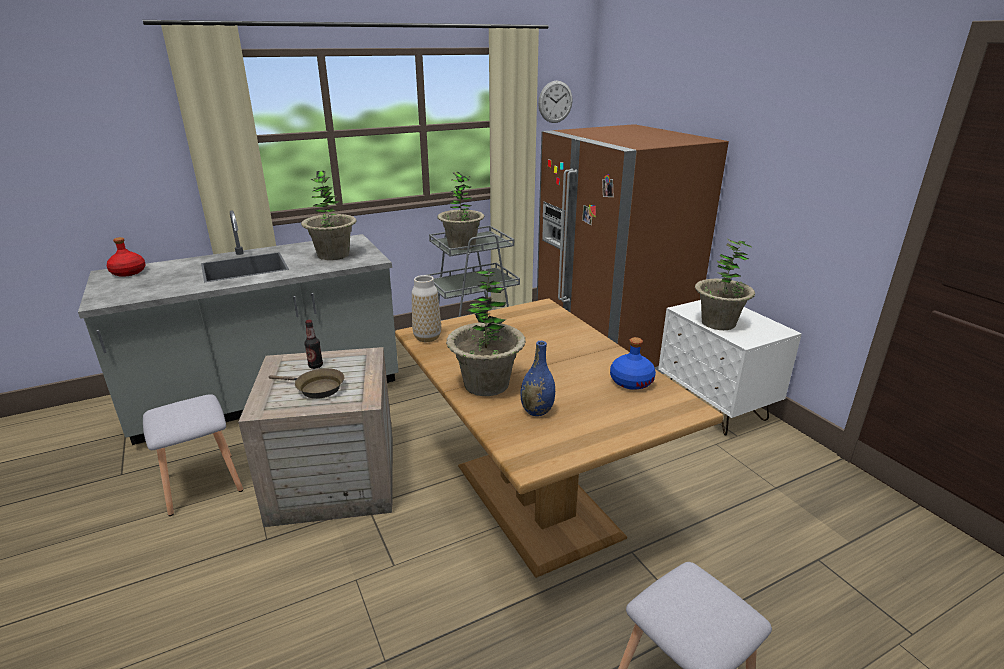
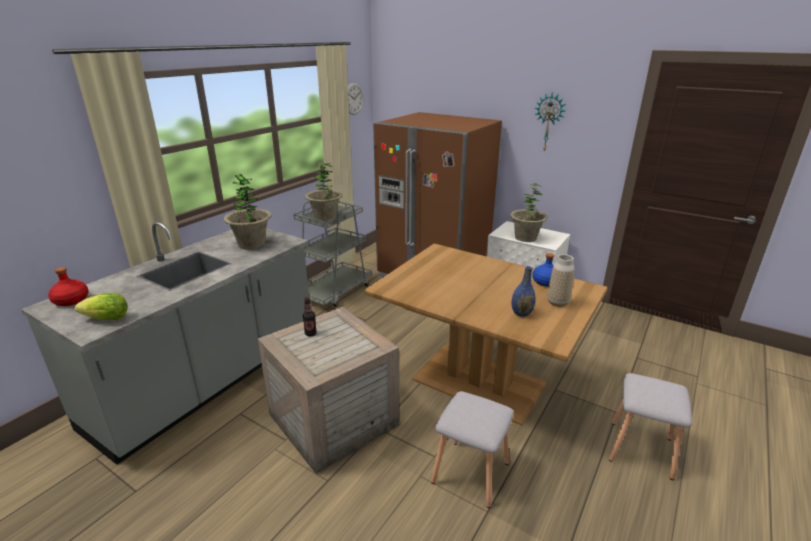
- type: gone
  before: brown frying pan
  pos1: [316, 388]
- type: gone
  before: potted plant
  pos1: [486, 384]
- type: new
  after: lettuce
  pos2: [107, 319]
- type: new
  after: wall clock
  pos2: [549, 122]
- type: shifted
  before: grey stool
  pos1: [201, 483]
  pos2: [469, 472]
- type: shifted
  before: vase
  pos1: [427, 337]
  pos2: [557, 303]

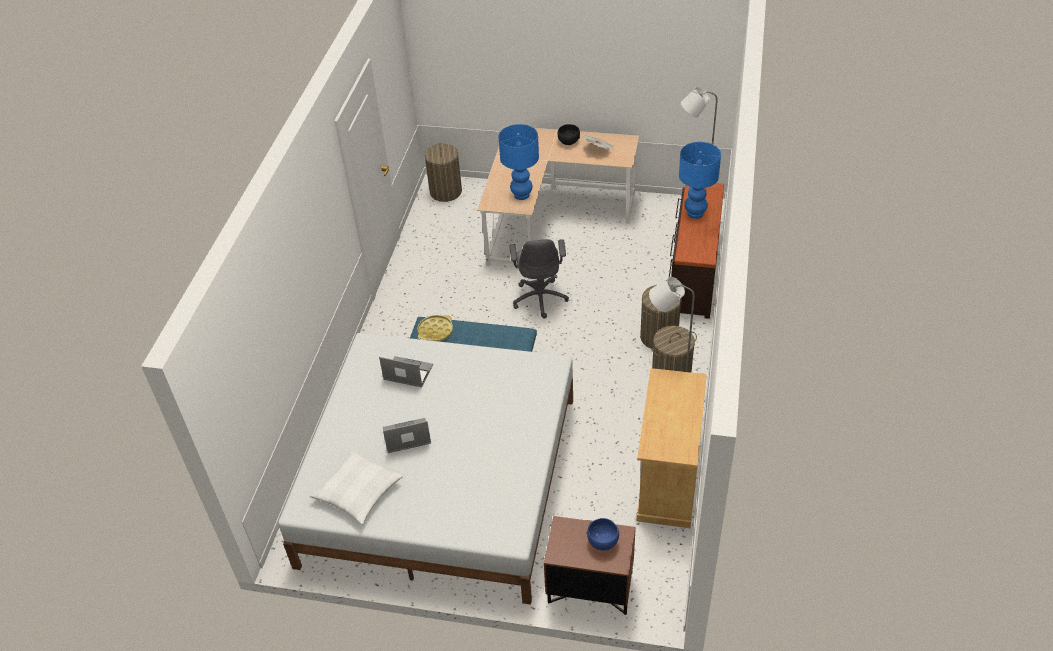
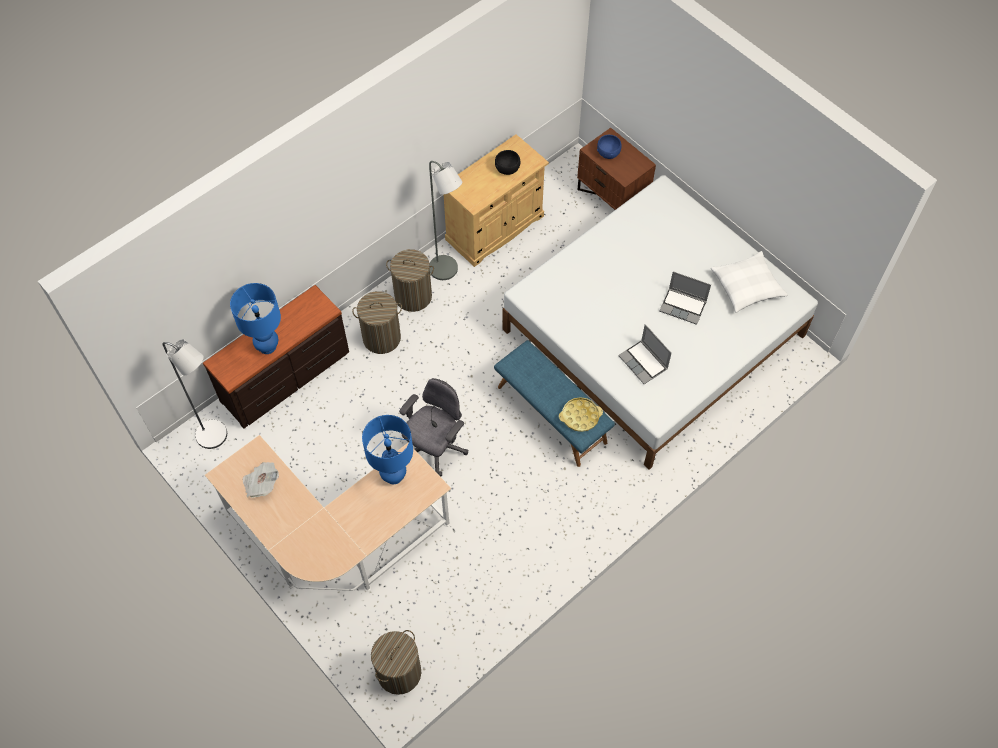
- type: shifted
  before: black bowl
  pos1: [568, 142]
  pos2: [507, 169]

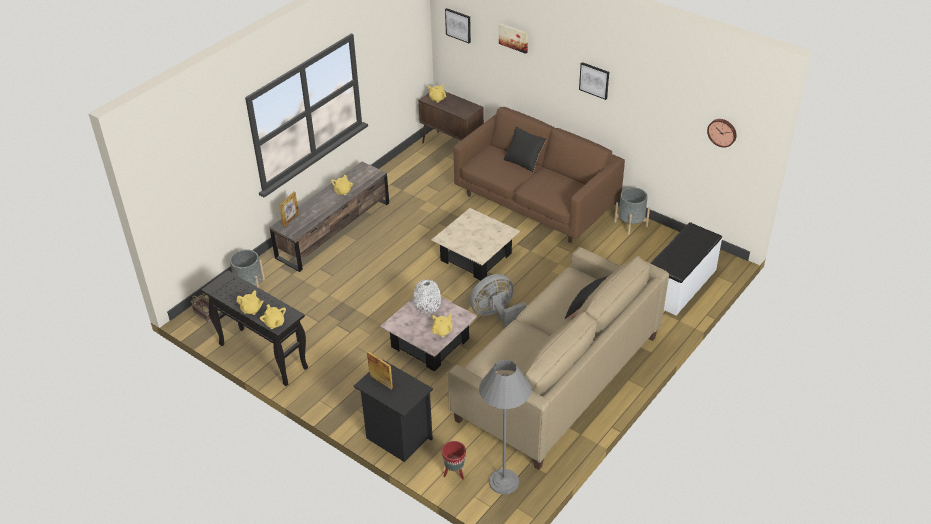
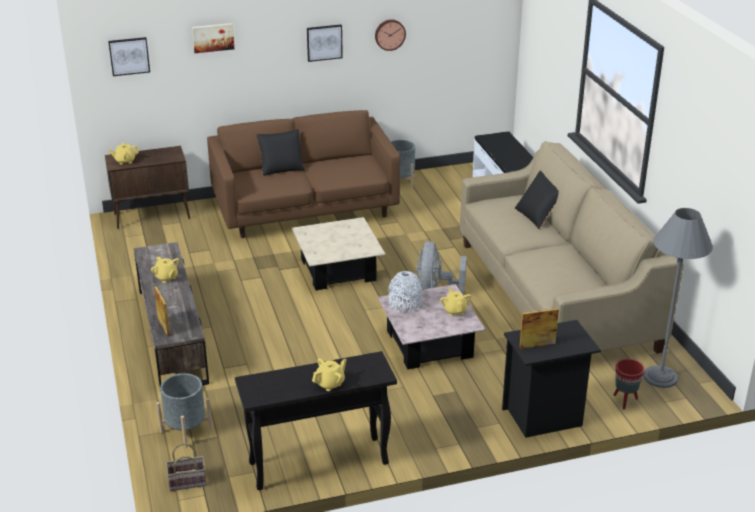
- type: gone
  before: yellow teapot
  pos1: [274, 323]
- type: shifted
  before: wall clock
  pos1: [722, 132]
  pos2: [389, 34]

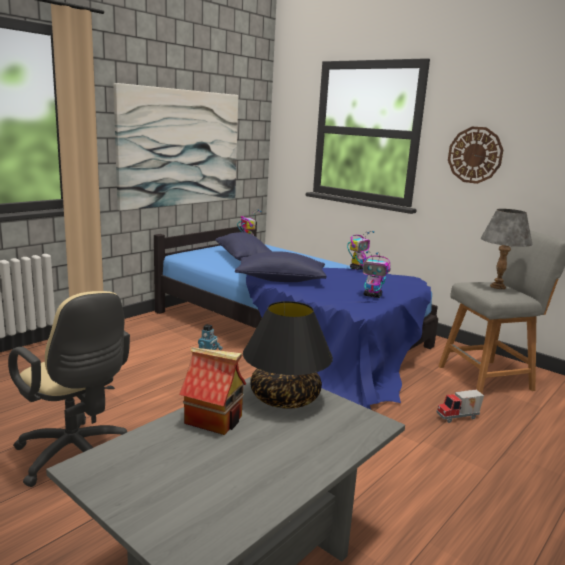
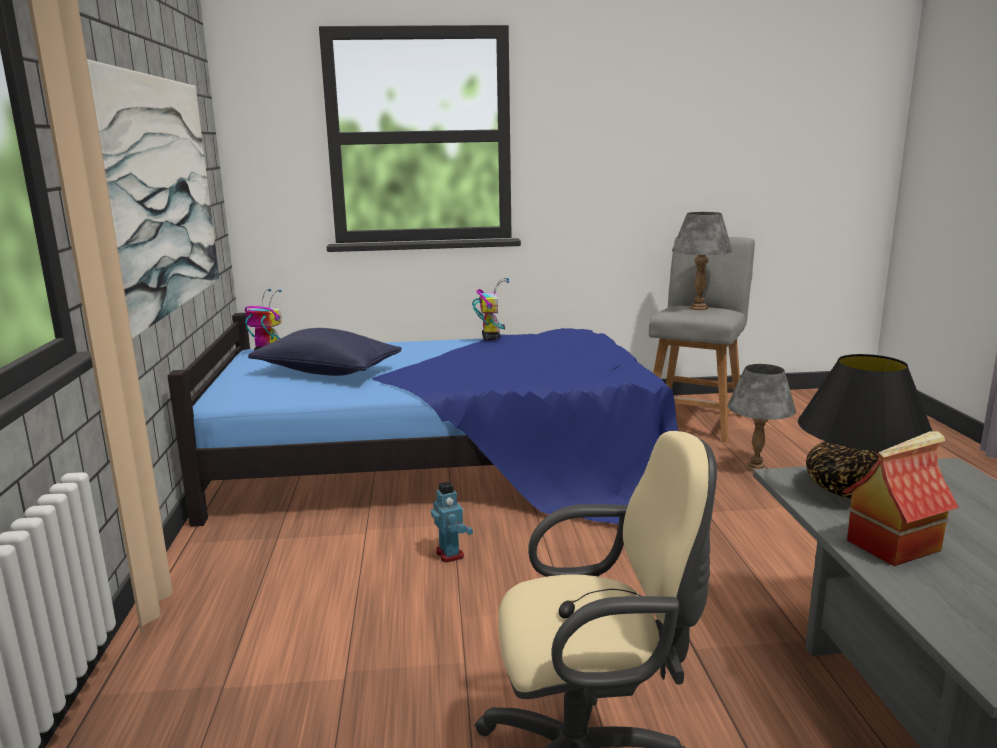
- type: gone
  before: blue pillow
  pos1: [281, 280]
- type: gone
  before: toy robot
  pos1: [373, 296]
- type: gone
  before: wall clock
  pos1: [475, 155]
- type: swapped
  before: toy truck
  after: grey table lamp
  pos1: [458, 418]
  pos2: [756, 467]

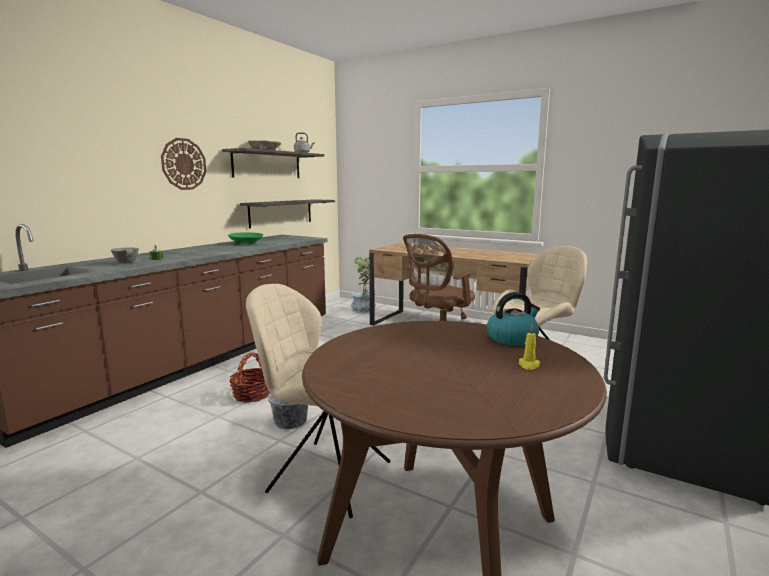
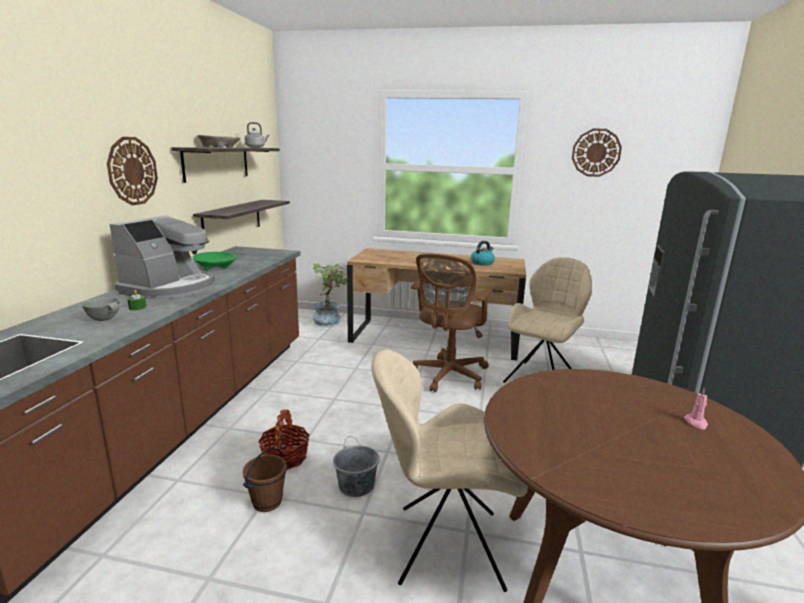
- type: new
  after: coffee machine
  pos2: [170, 288]
- type: new
  after: brown bucket
  pos2: [267, 502]
- type: new
  after: wall clock
  pos2: [596, 152]
- type: shifted
  before: kettle
  pos1: [512, 338]
  pos2: [482, 263]
- type: repainted
  before: yellow candle
  after: pink candle
  pos1: [529, 365]
  pos2: [696, 423]

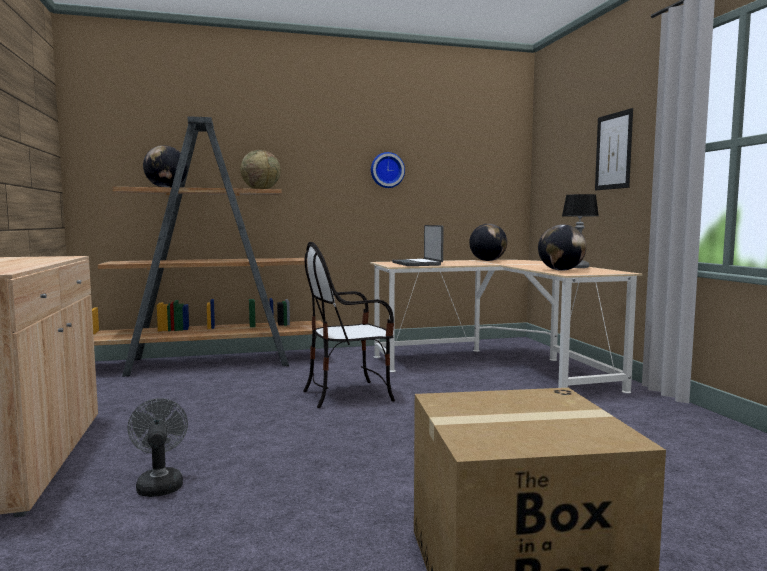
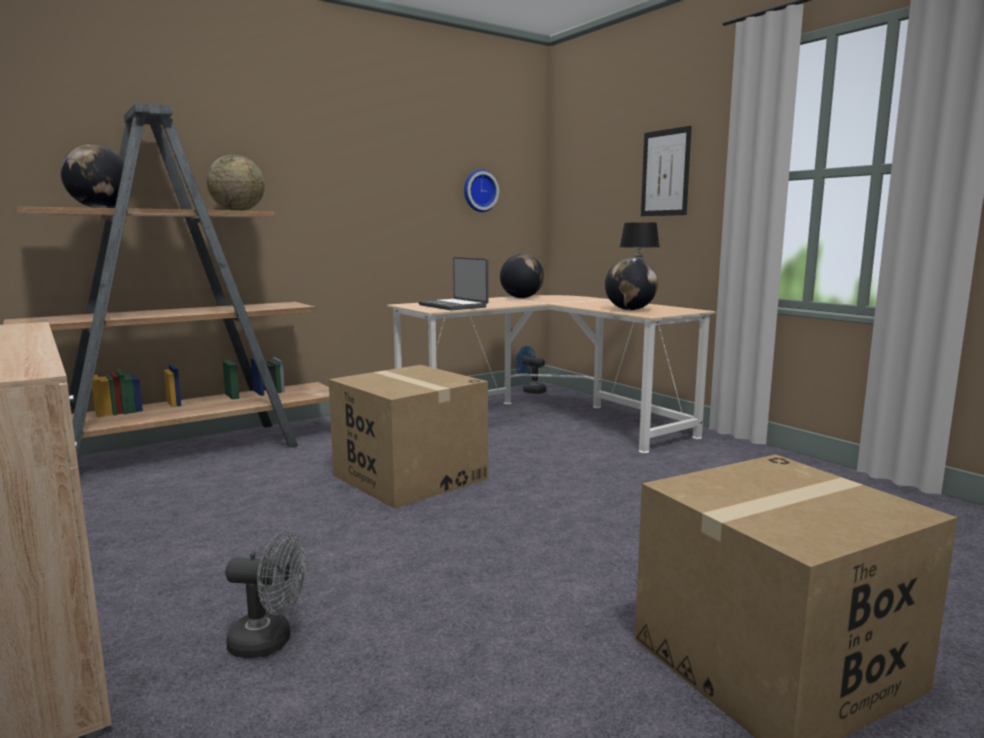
- type: new
  after: blue fan
  pos2: [530, 391]
- type: shifted
  before: wall clock
  pos1: [387, 170]
  pos2: [479, 191]
- type: swapped
  before: chair
  after: cardboard box
  pos1: [348, 394]
  pos2: [409, 477]
- type: rotated
  before: grey fan
  pos1: [159, 484]
  pos2: [270, 642]
  turn: 135

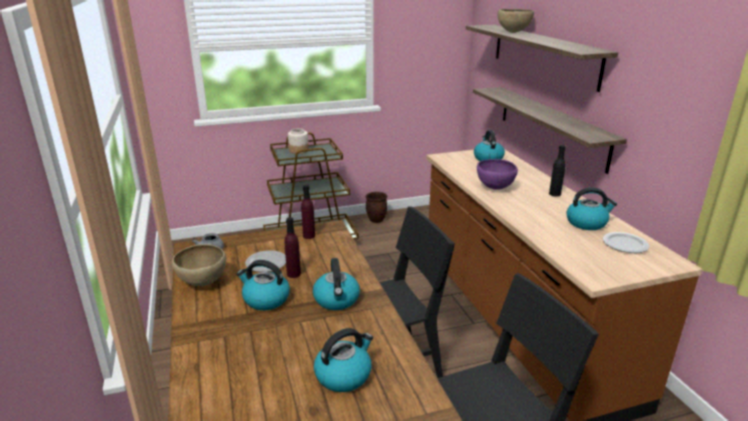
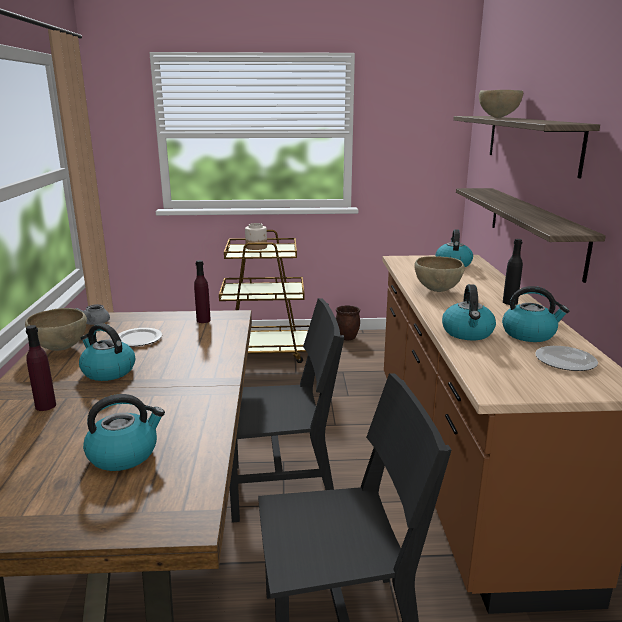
- type: shifted
  before: purple bottle
  pos1: [293, 274]
  pos2: [45, 406]
- type: shifted
  before: kettle
  pos1: [337, 300]
  pos2: [468, 333]
- type: repainted
  before: purple bowl
  after: brown bowl
  pos1: [494, 188]
  pos2: [437, 291]

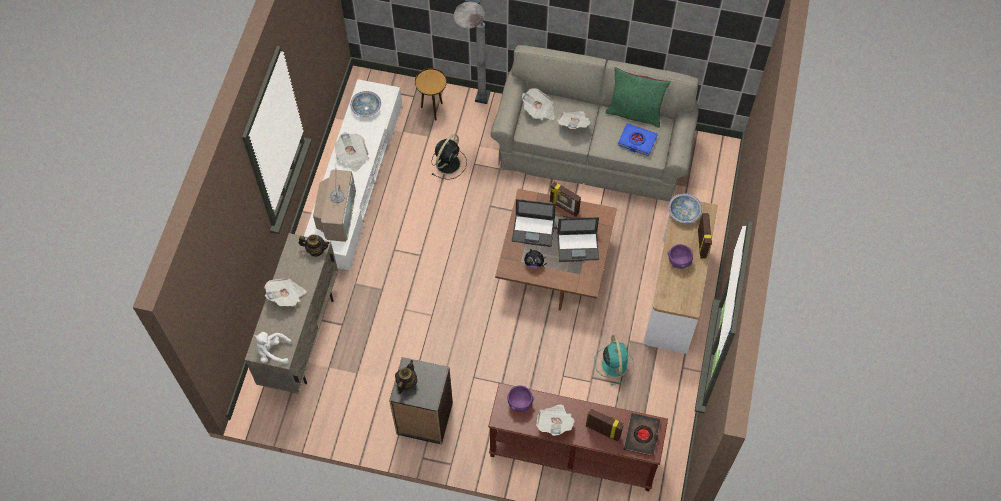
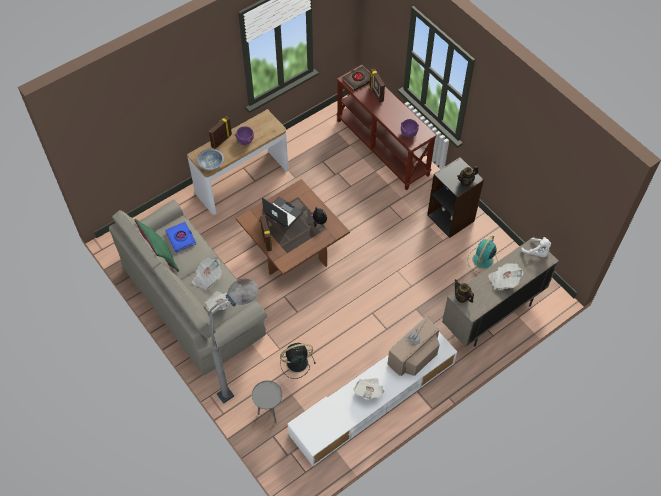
- type: gone
  before: bowl
  pos1: [366, 108]
- type: gone
  before: laptop
  pos1: [534, 230]
- type: gone
  before: newspaper
  pos1: [555, 423]
- type: shifted
  before: turquoise fan
  pos1: [614, 364]
  pos2: [482, 261]
- type: repainted
  before: brown side table
  after: grey side table
  pos1: [433, 110]
  pos2: [269, 413]

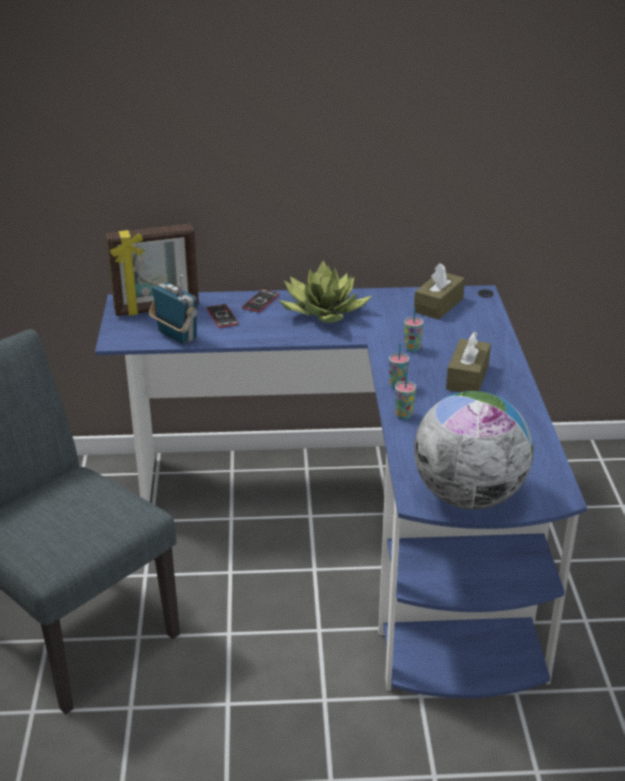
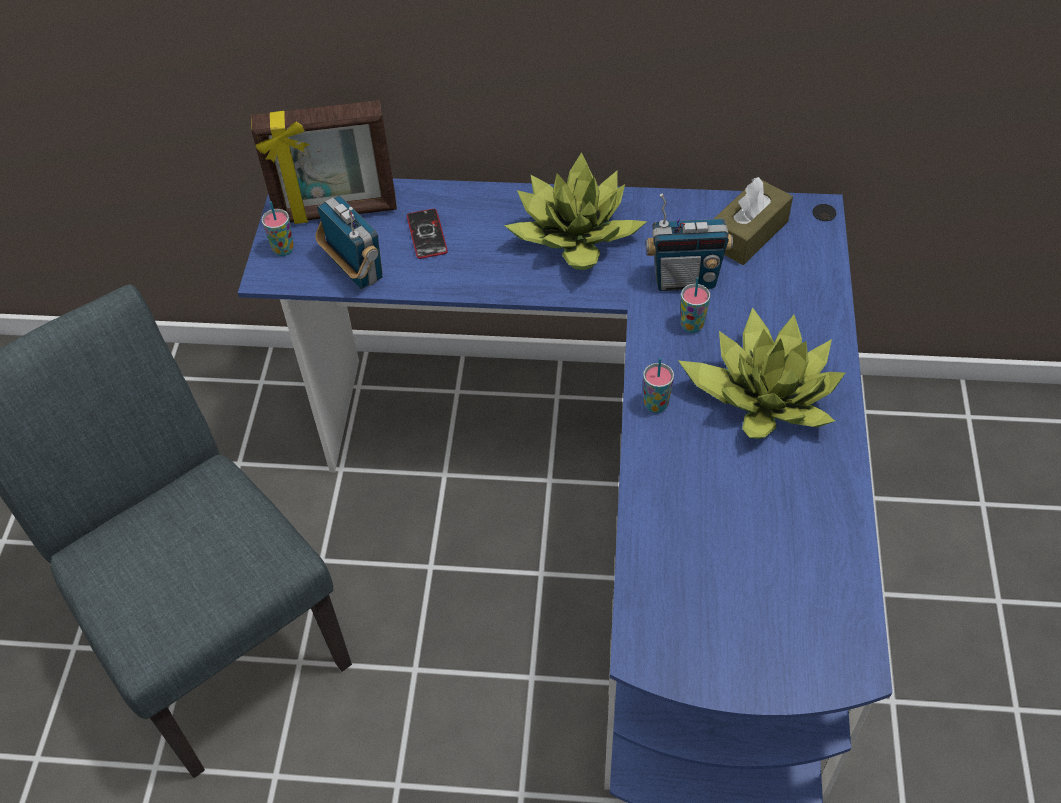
- type: gone
  before: phone
  pos1: [260, 301]
- type: gone
  before: globe
  pos1: [468, 496]
- type: new
  after: radio
  pos2: [684, 280]
- type: shifted
  before: cup
  pos1: [404, 415]
  pos2: [283, 249]
- type: swapped
  before: brown tissue box
  after: potted plant
  pos1: [467, 377]
  pos2: [763, 394]

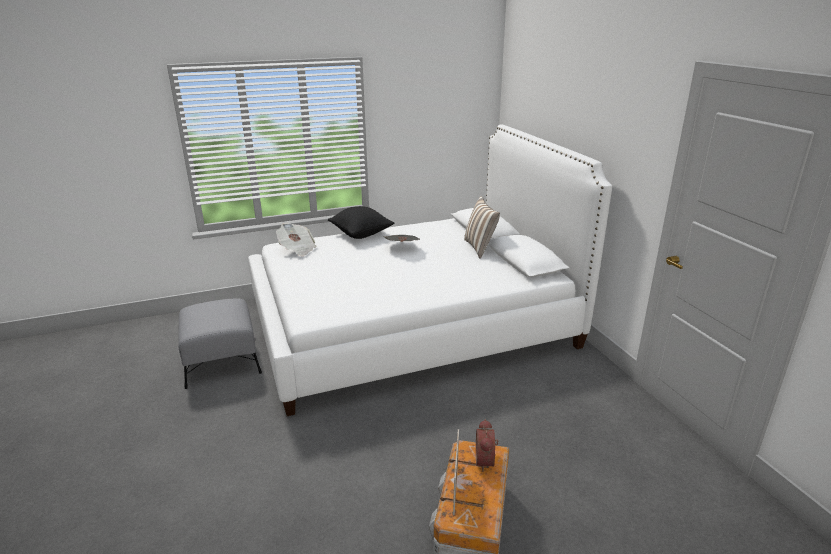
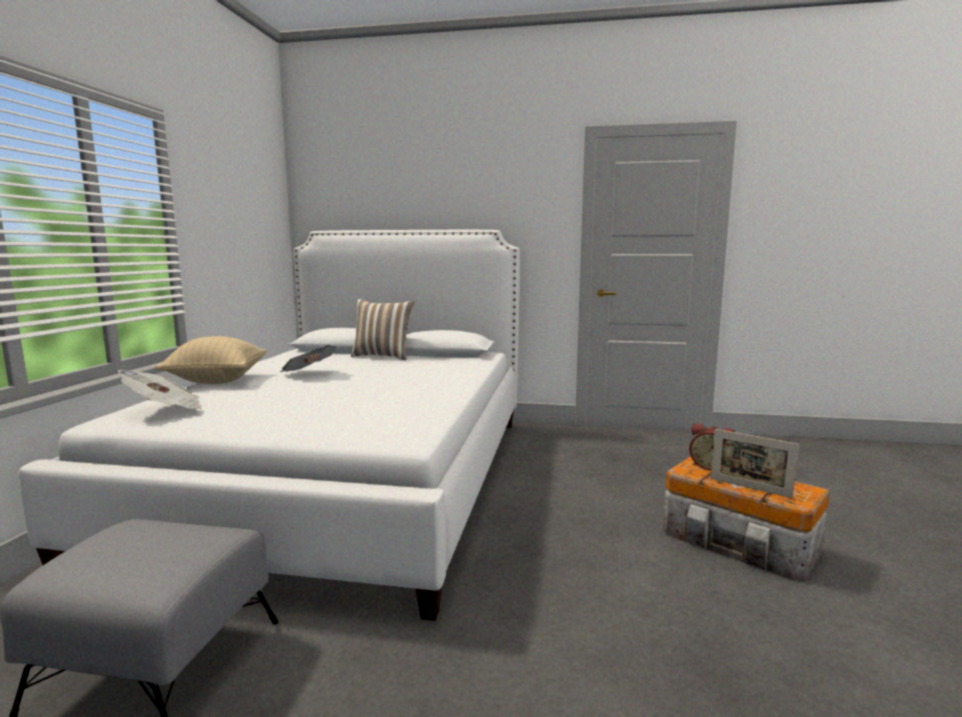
- type: repainted
  before: black pillow
  after: beige pillow
  pos1: [361, 234]
  pos2: [217, 381]

